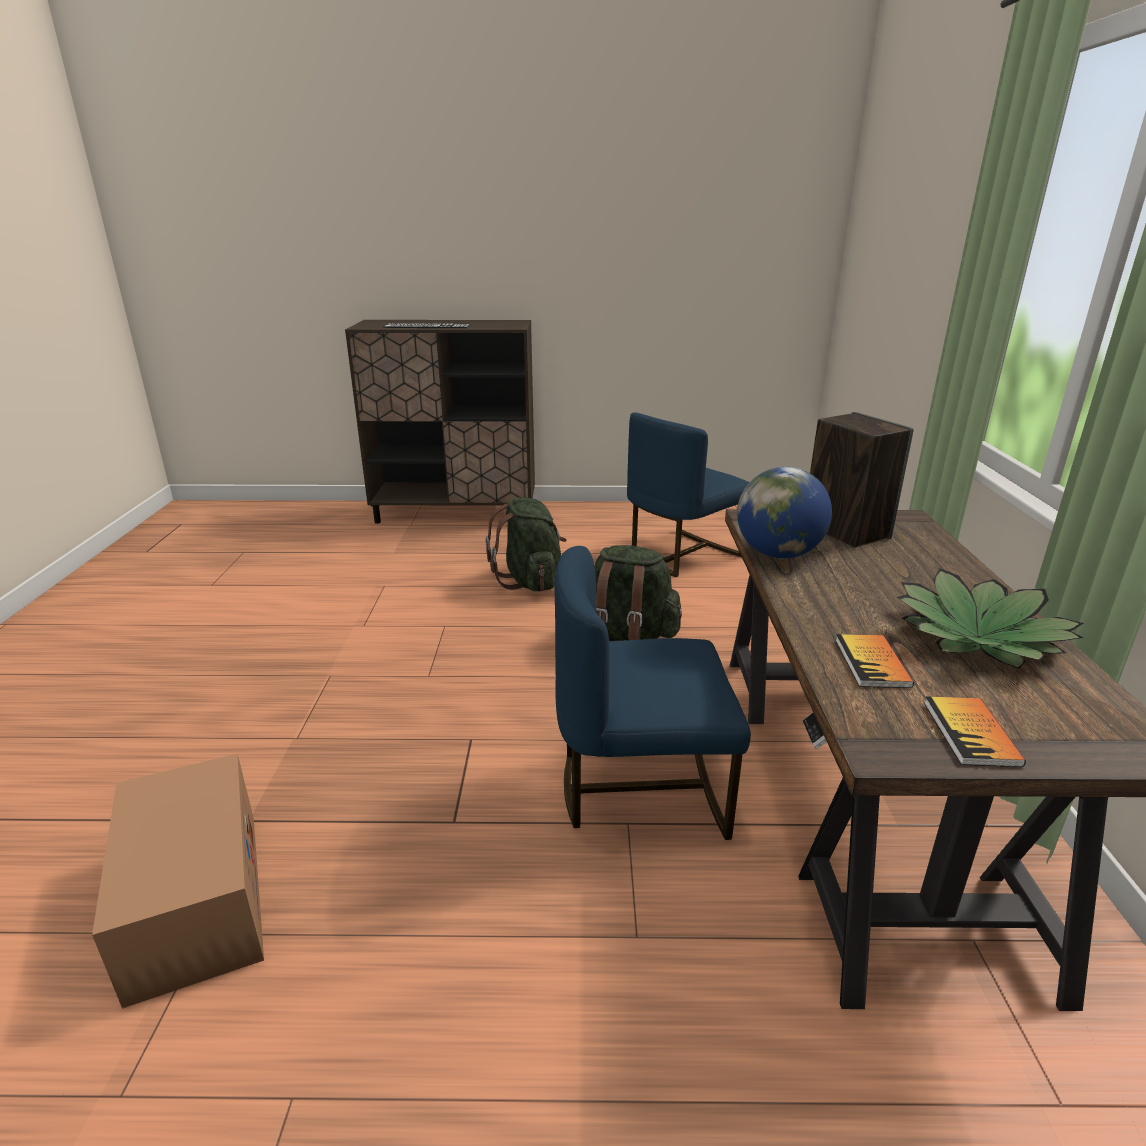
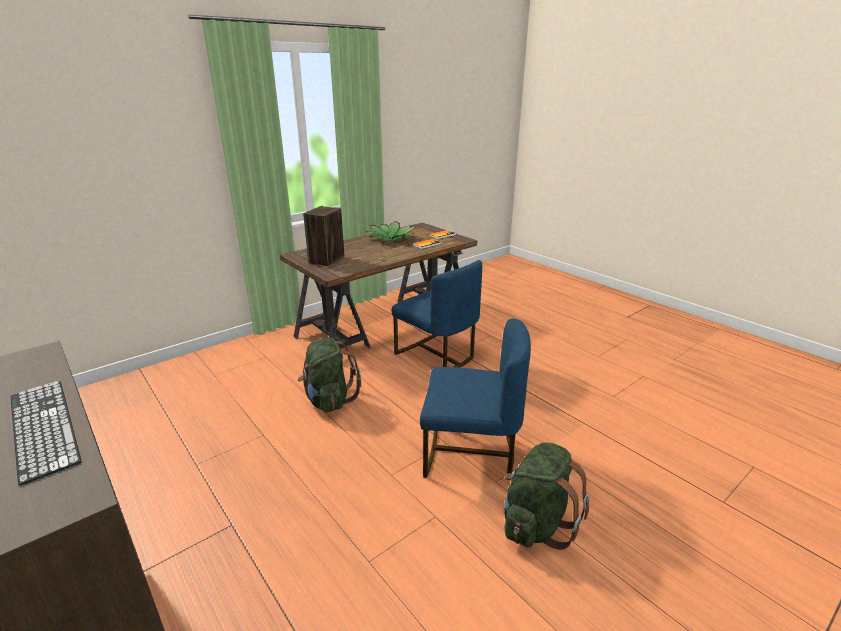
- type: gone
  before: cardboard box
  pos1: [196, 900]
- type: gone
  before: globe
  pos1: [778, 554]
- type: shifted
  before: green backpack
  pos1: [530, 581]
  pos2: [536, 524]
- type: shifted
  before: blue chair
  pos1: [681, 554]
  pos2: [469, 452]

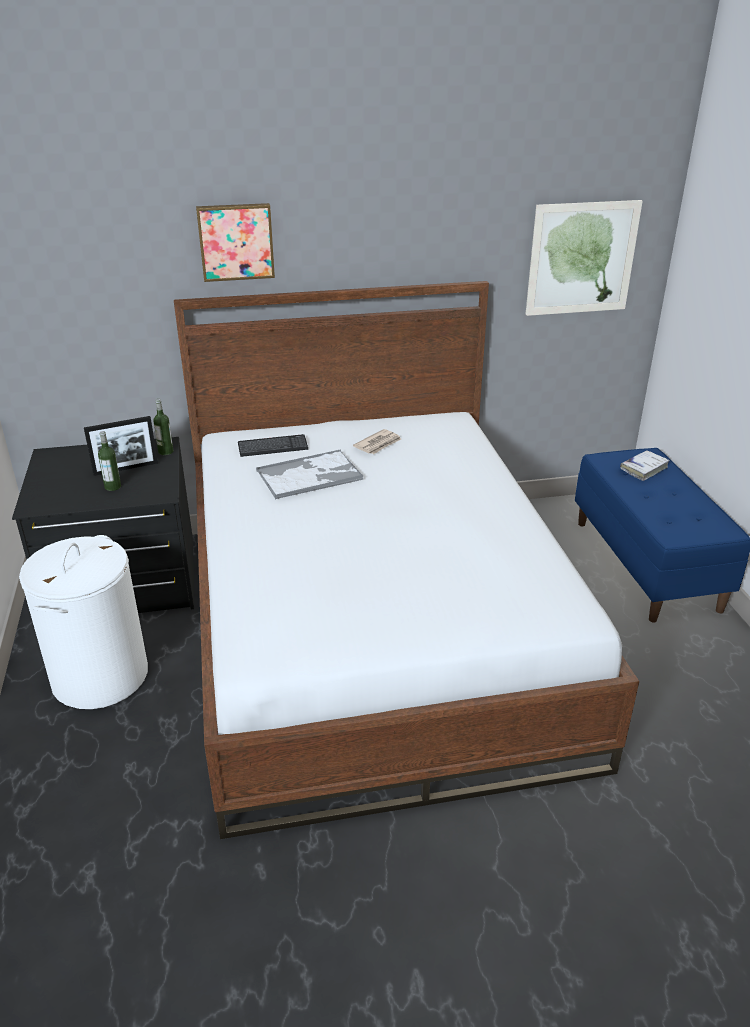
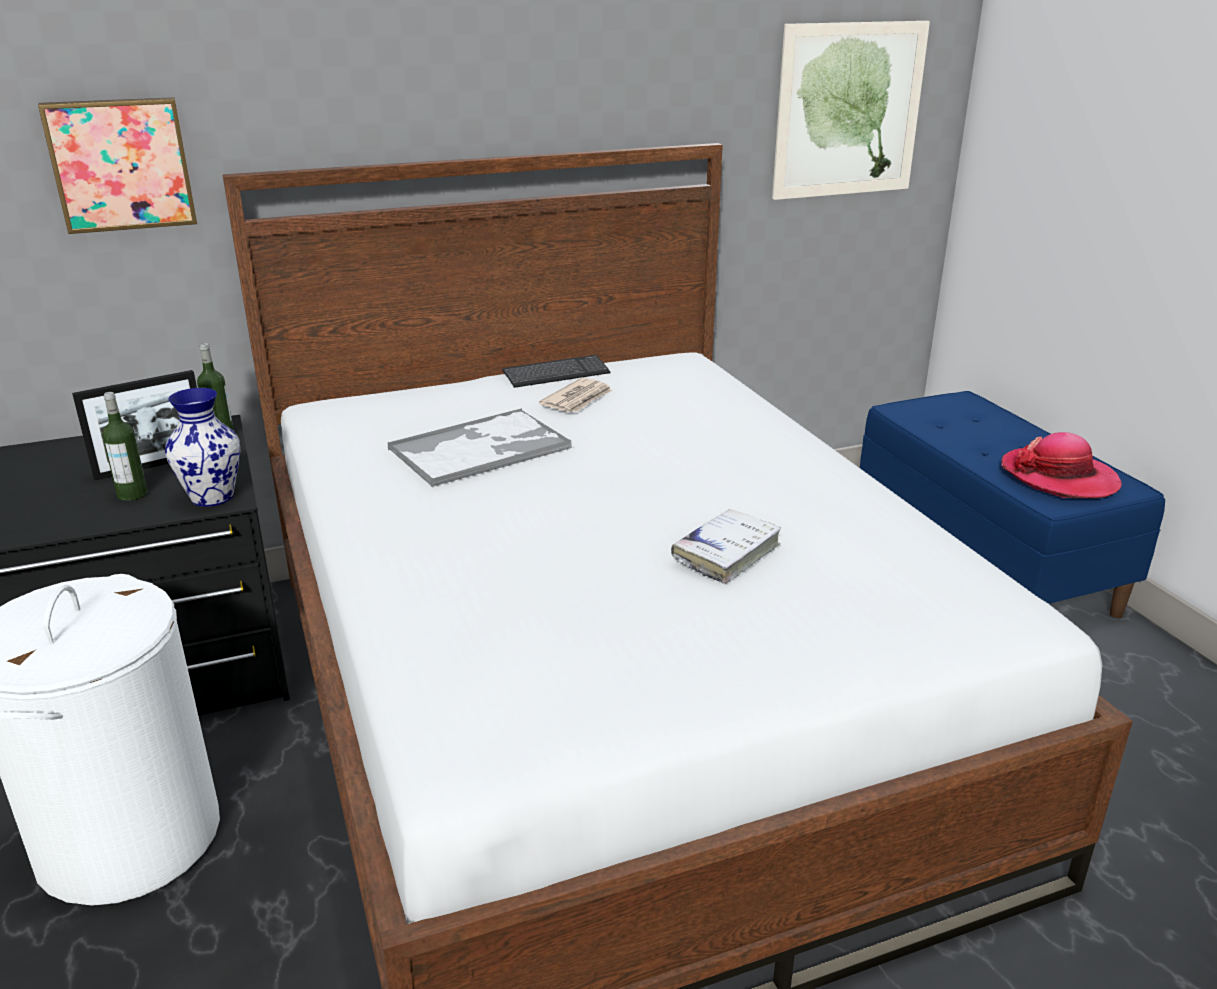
- type: new
  after: vase
  pos2: [214, 497]
- type: new
  after: hat
  pos2: [1059, 477]
- type: shifted
  before: picture
  pos1: [236, 241]
  pos2: [121, 164]
- type: shifted
  before: keyboard
  pos1: [273, 447]
  pos2: [556, 374]
- type: shifted
  before: white book
  pos1: [643, 469]
  pos2: [726, 554]

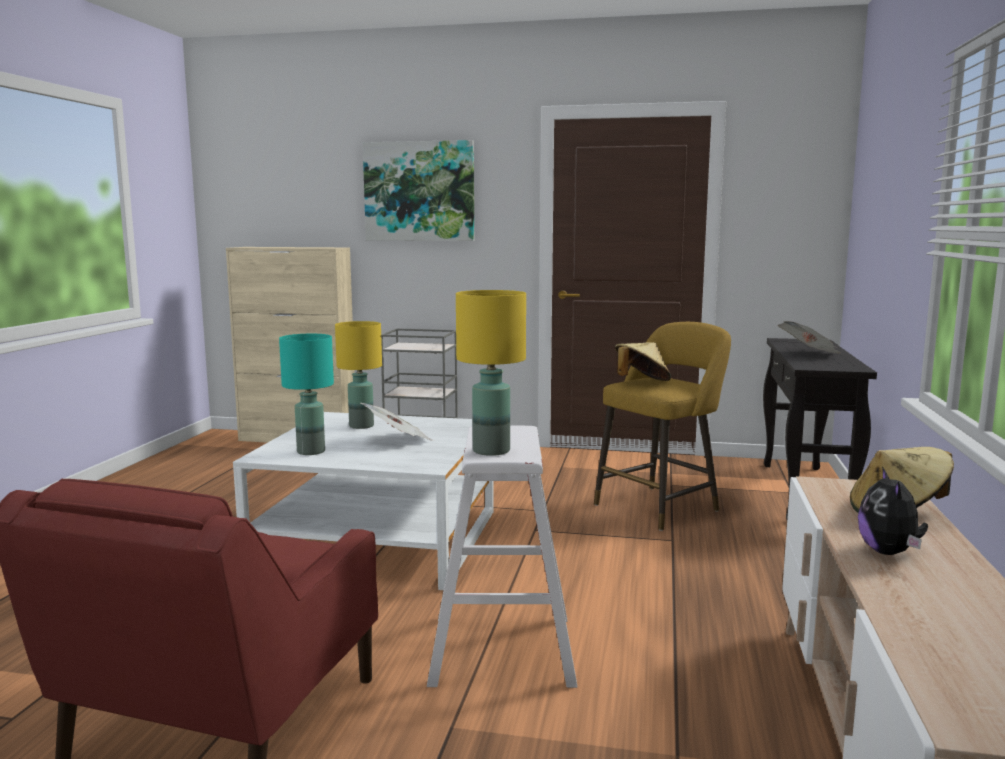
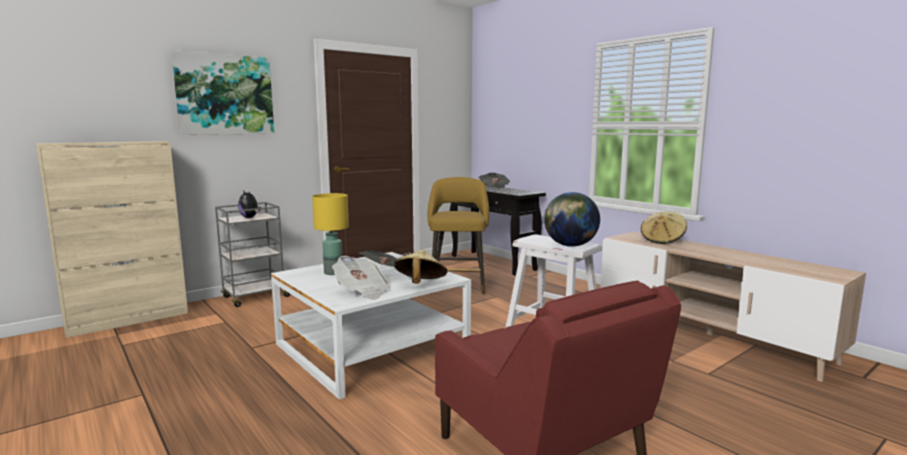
- type: shifted
  before: beige hat
  pos1: [641, 382]
  pos2: [420, 284]
- type: shifted
  before: plush toy
  pos1: [889, 552]
  pos2: [250, 217]
- type: swapped
  before: turquoise table lamp
  after: newspaper
  pos1: [311, 452]
  pos2: [362, 292]
- type: swapped
  before: yellow table lamp
  after: globe
  pos1: [490, 451]
  pos2: [570, 245]

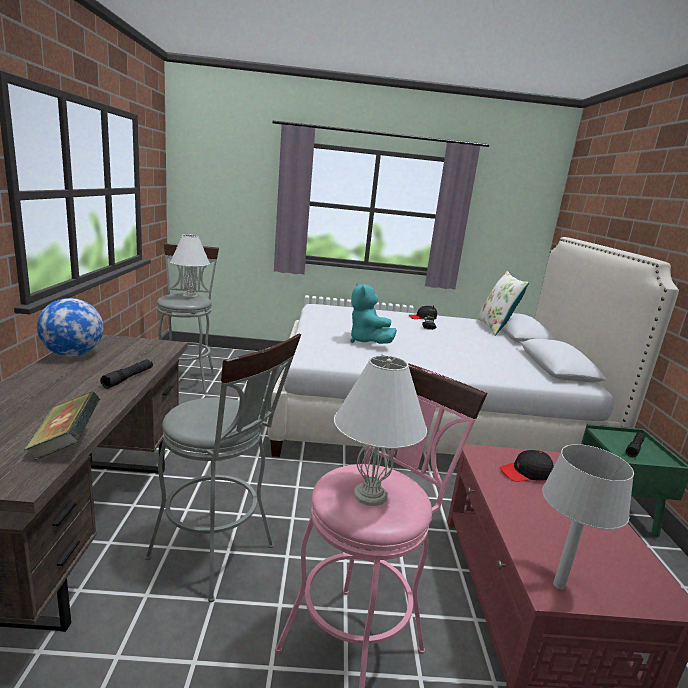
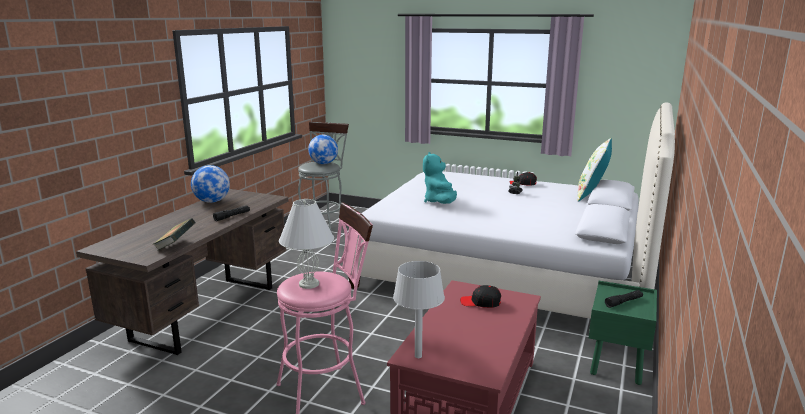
- type: gone
  before: grey stool
  pos1: [219, 556]
- type: swapped
  before: white table lamp
  after: globe
  pos1: [190, 296]
  pos2: [323, 163]

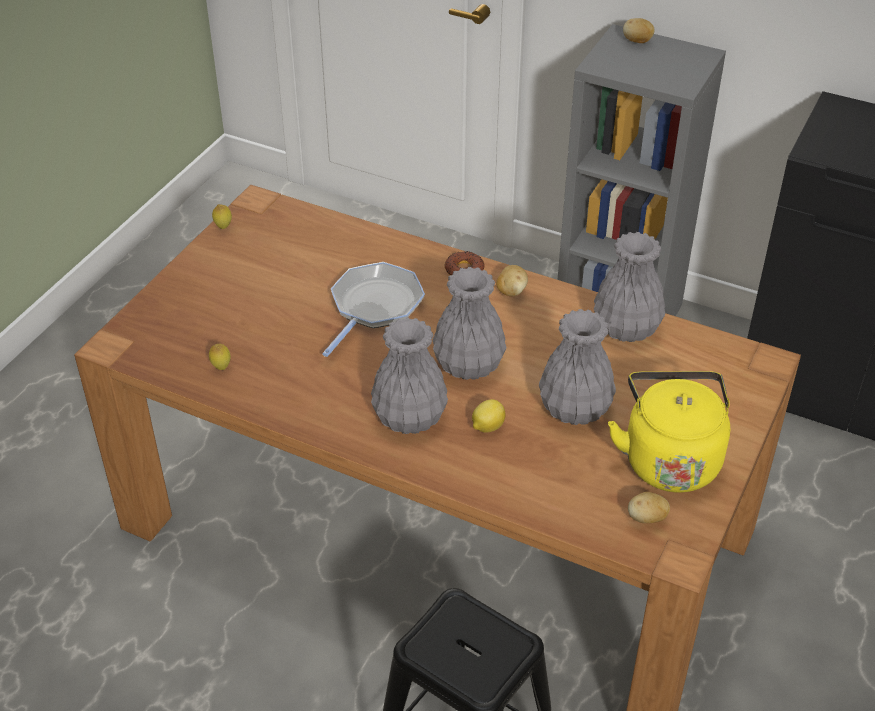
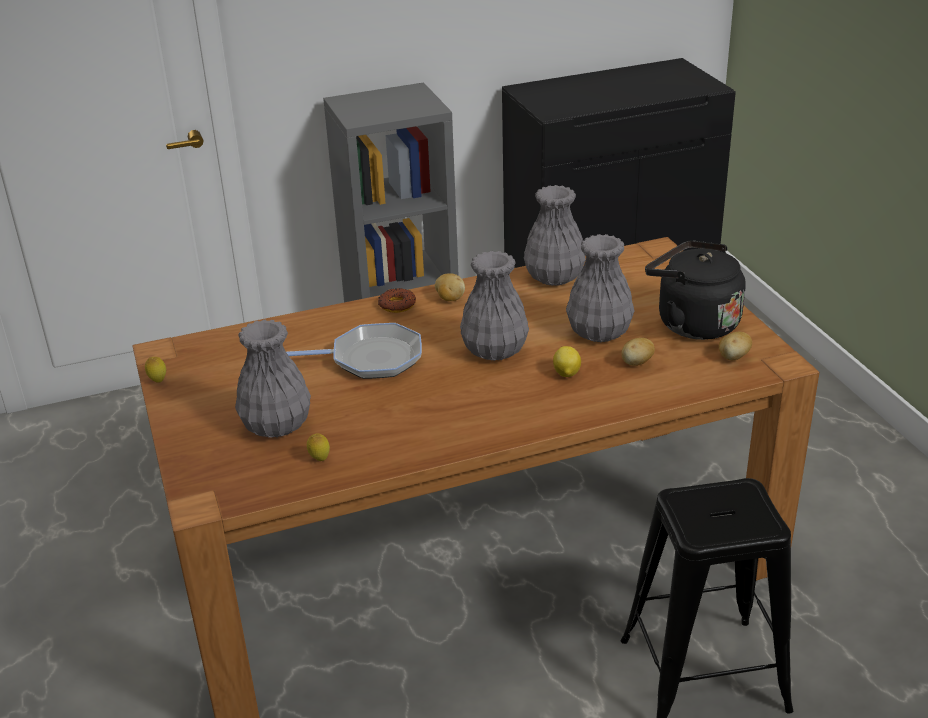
- type: shifted
  before: grey vase
  pos1: [410, 416]
  pos2: [276, 425]
- type: shifted
  before: potato
  pos1: [637, 41]
  pos2: [636, 363]
- type: repainted
  before: yellow kettle
  after: black kettle
  pos1: [669, 458]
  pos2: [692, 323]
- type: rotated
  before: frying pan
  pos1: [374, 307]
  pos2: [371, 358]
  turn: 105

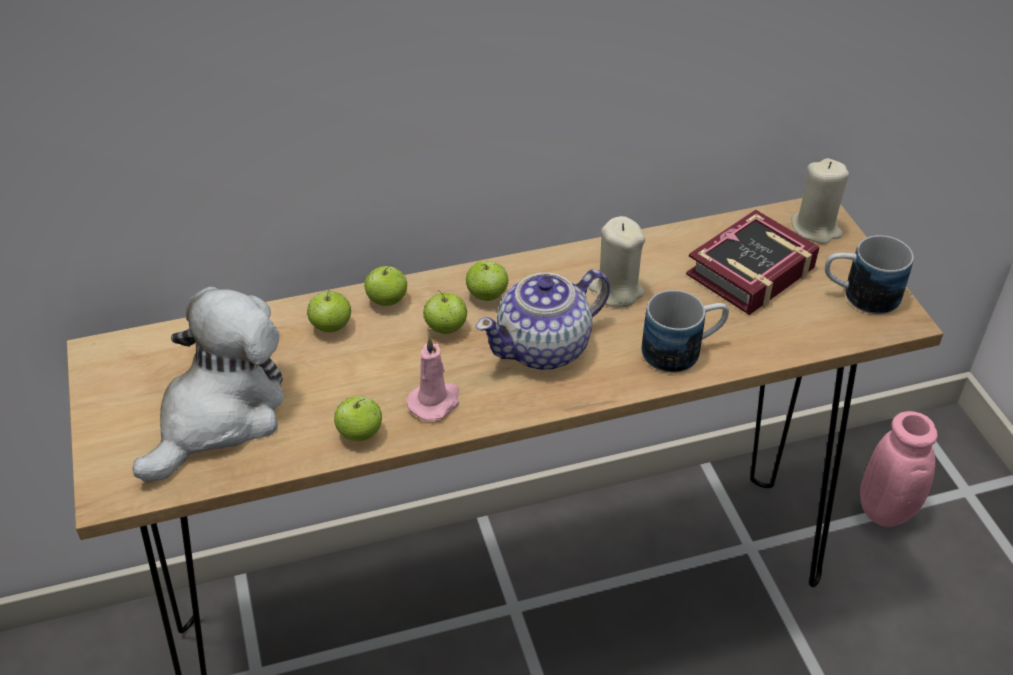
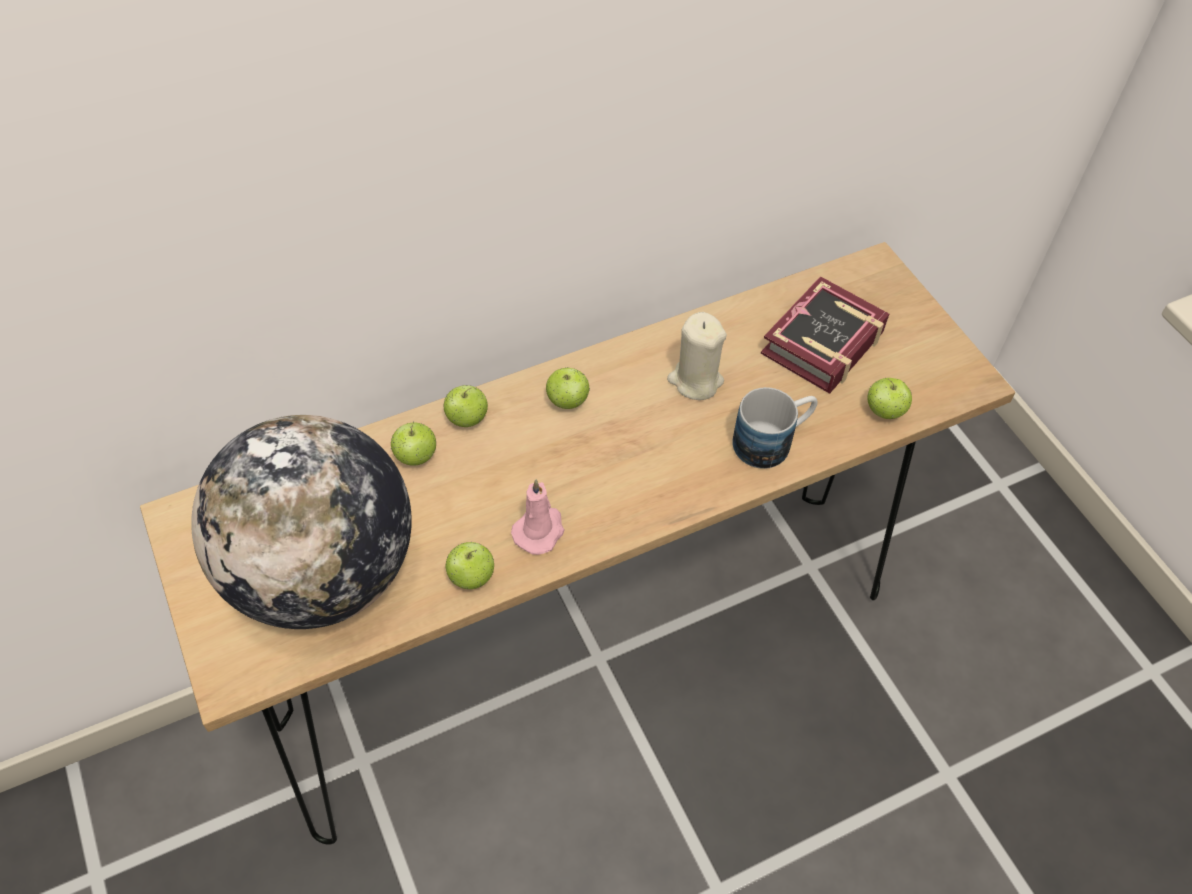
- type: gone
  before: teapot
  pos1: [545, 348]
- type: gone
  before: beige candle
  pos1: [816, 228]
- type: gone
  before: mug
  pos1: [859, 295]
- type: gone
  before: pink vase
  pos1: [883, 515]
- type: shifted
  before: apple
  pos1: [446, 328]
  pos2: [884, 411]
- type: swapped
  before: plush toy
  after: globe
  pos1: [220, 415]
  pos2: [323, 573]

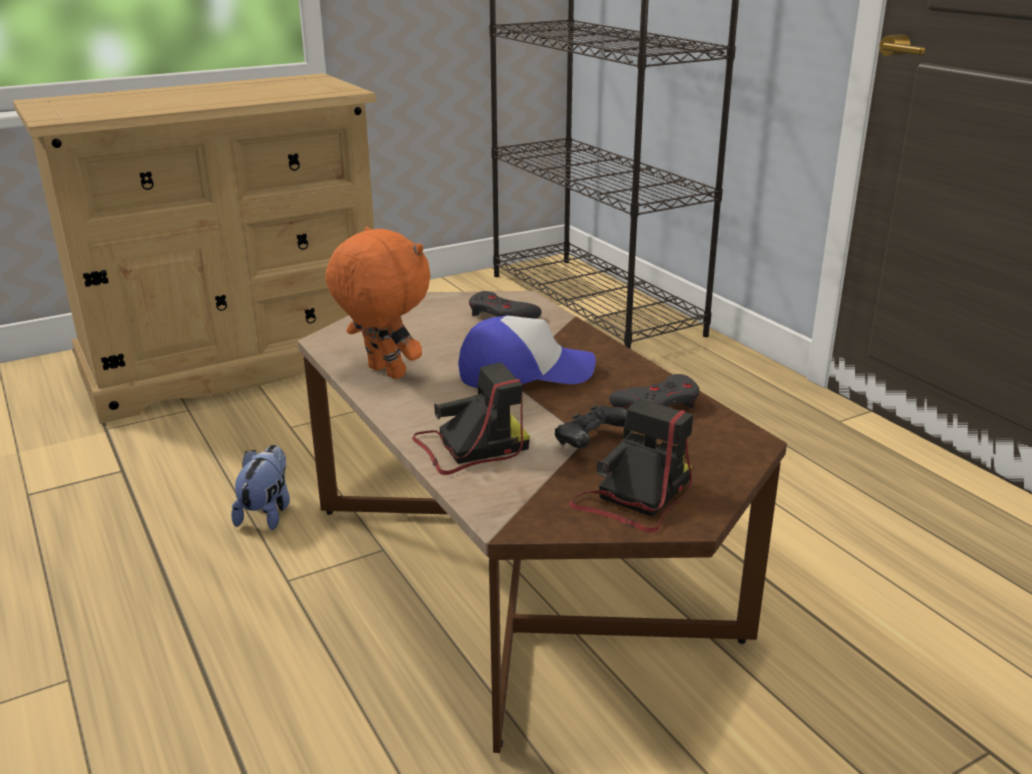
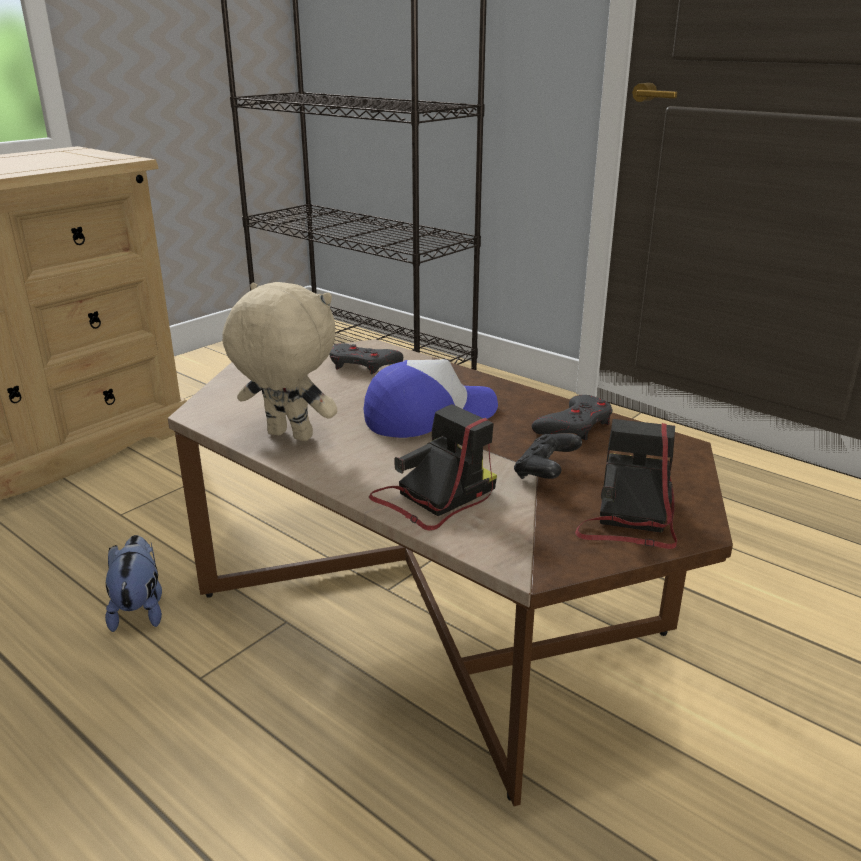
- type: repainted
  before: orange plush toy
  after: beige plush toy
  pos1: [384, 373]
  pos2: [287, 437]

